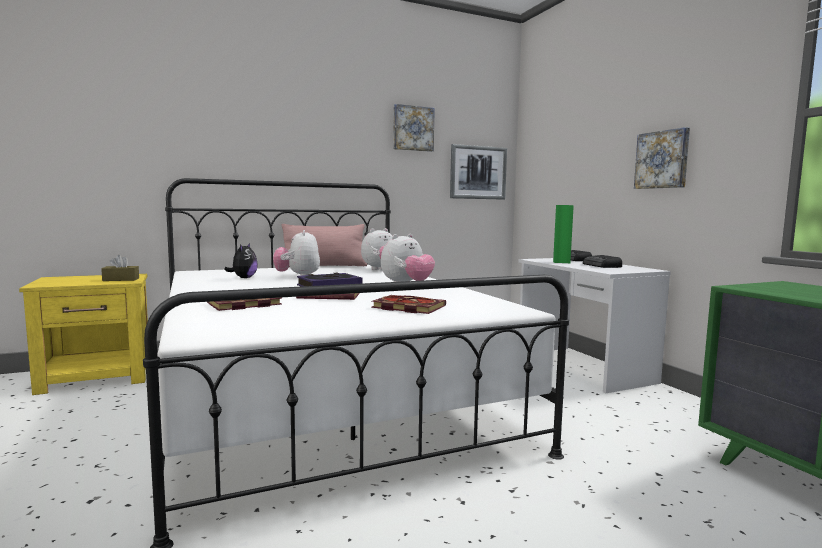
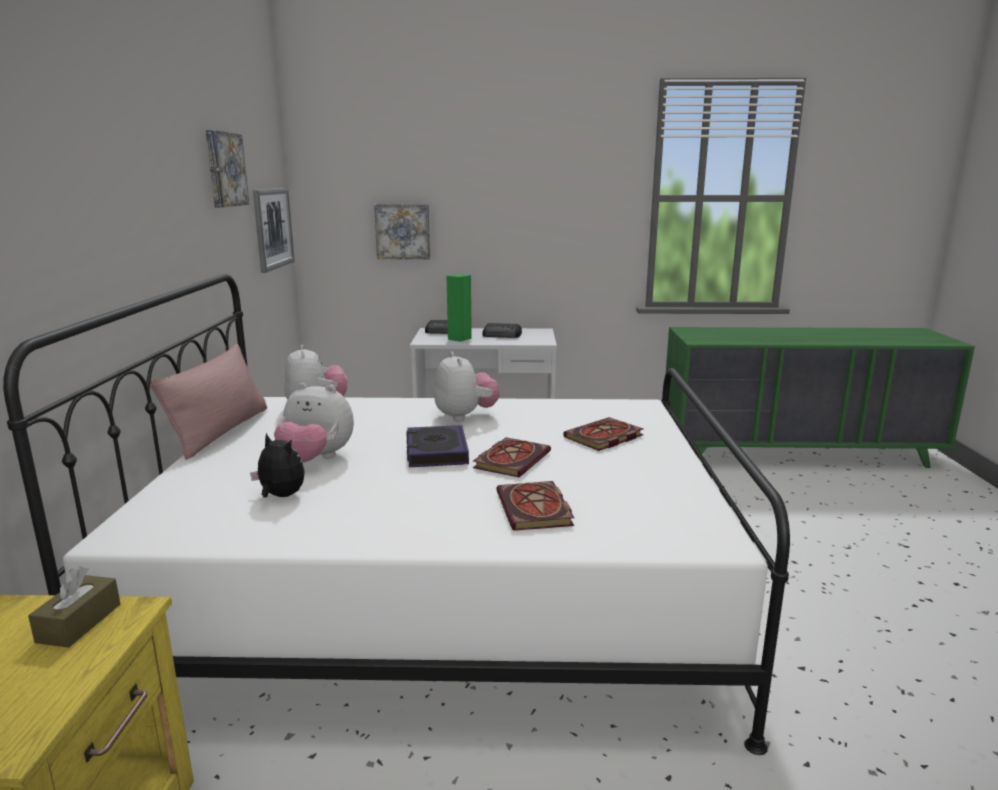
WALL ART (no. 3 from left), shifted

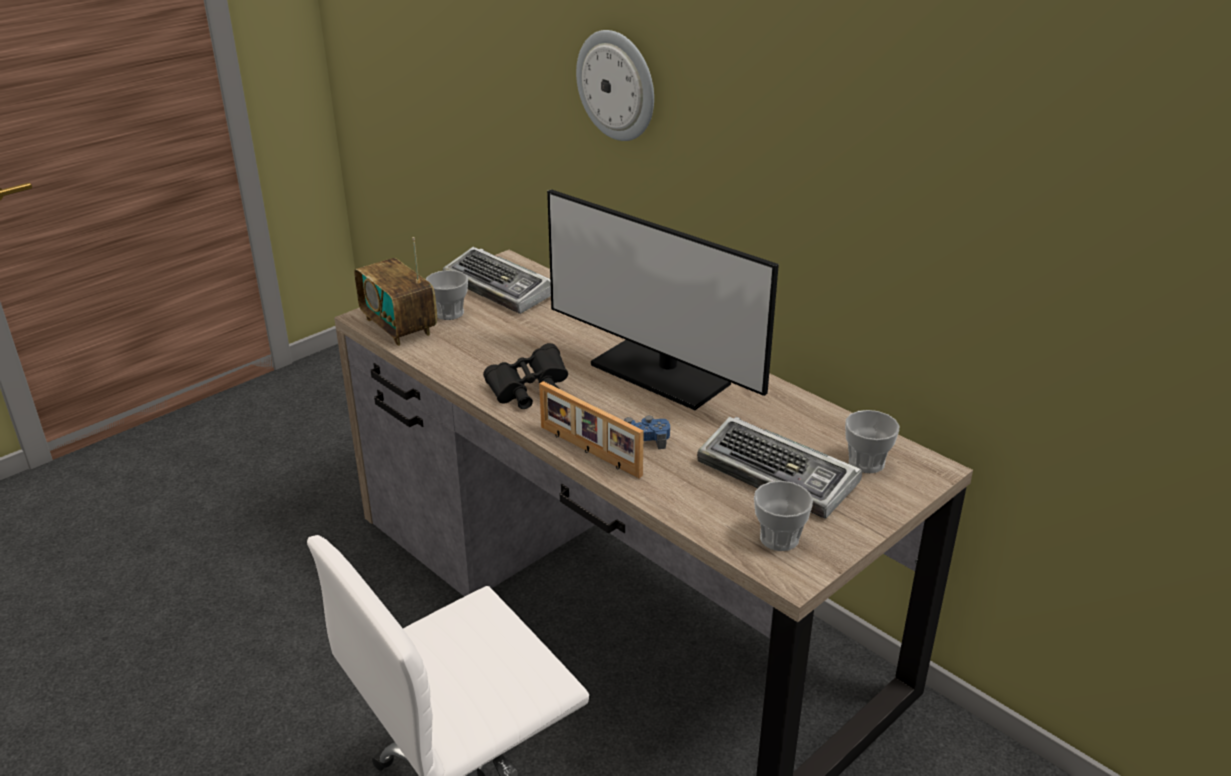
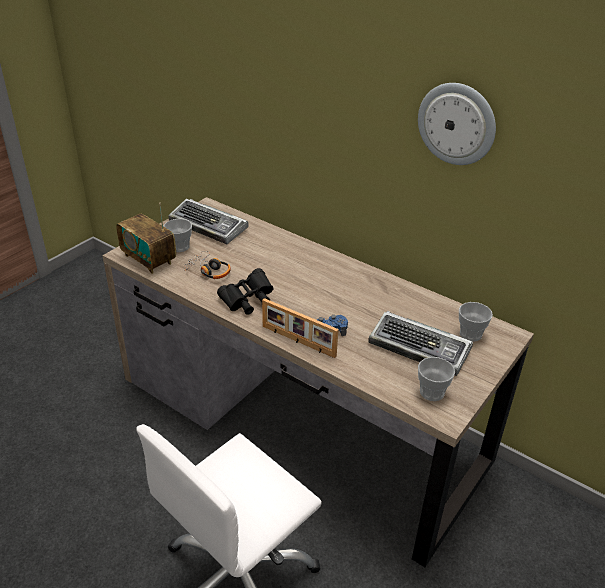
none -> HEADPHONES
CLOCK ON THE WALL, shifted
COMPUTER DISPLAY -> none

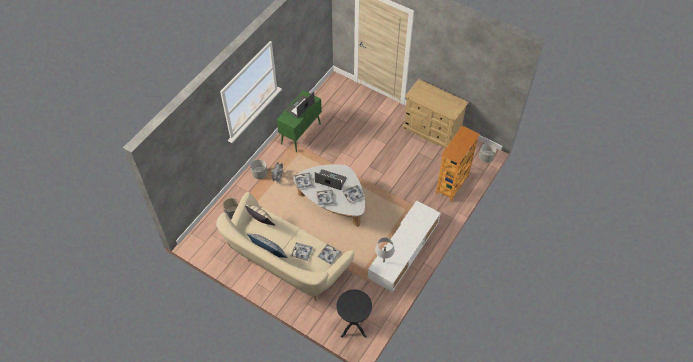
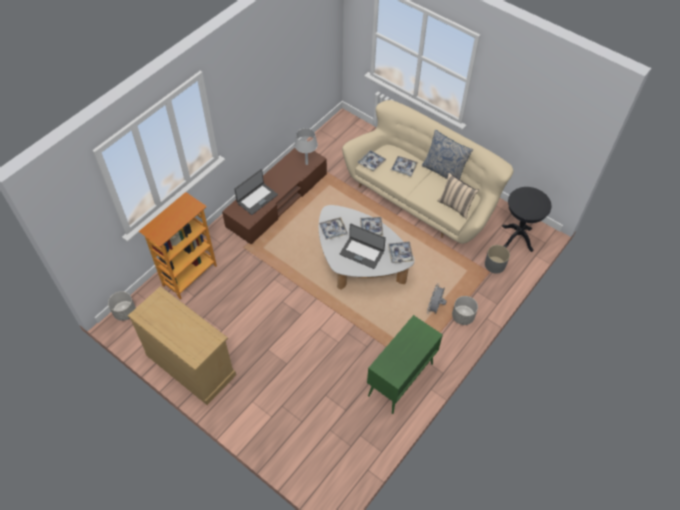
WHITE TV UNIT -> BROWN-COLOURED TV UNIT
NOTEBOOK COMPUTER (no. 1 from left), shifted
BLACKISH ACCENT TABLE, shifted

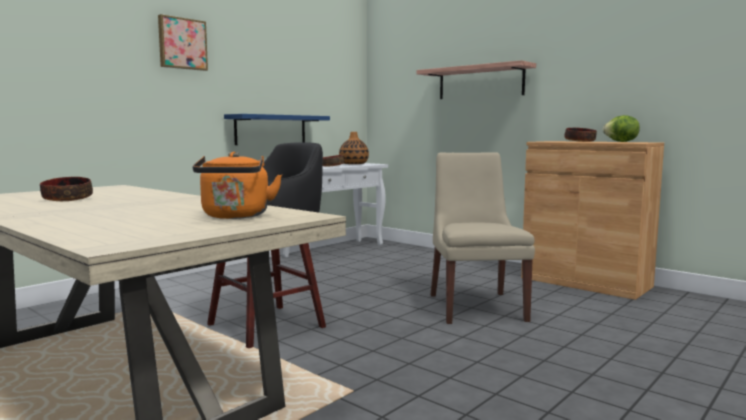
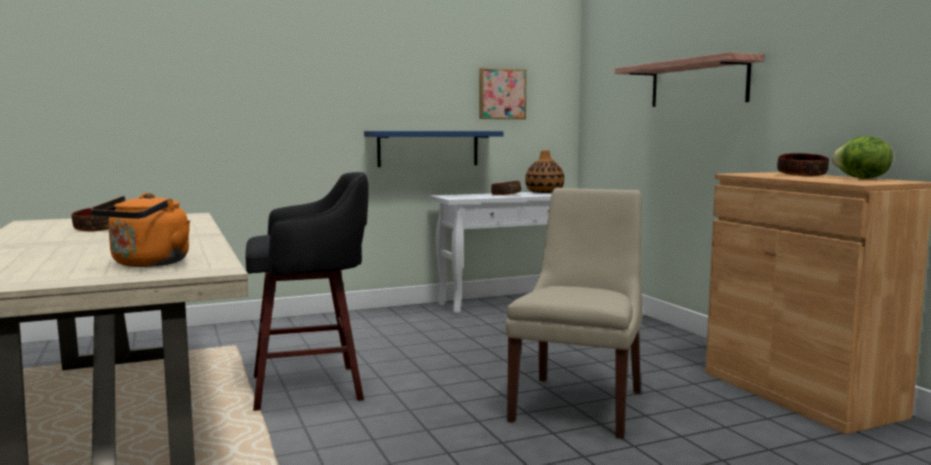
WALL ART, shifted

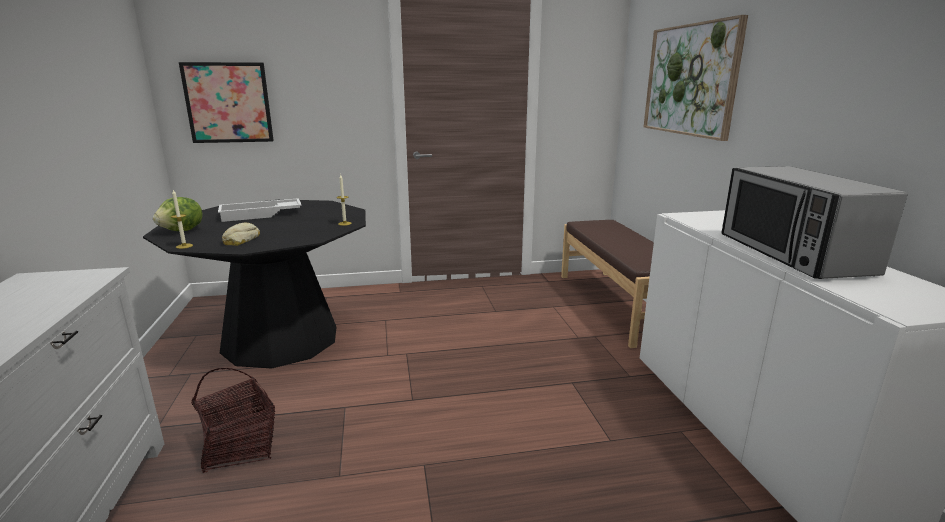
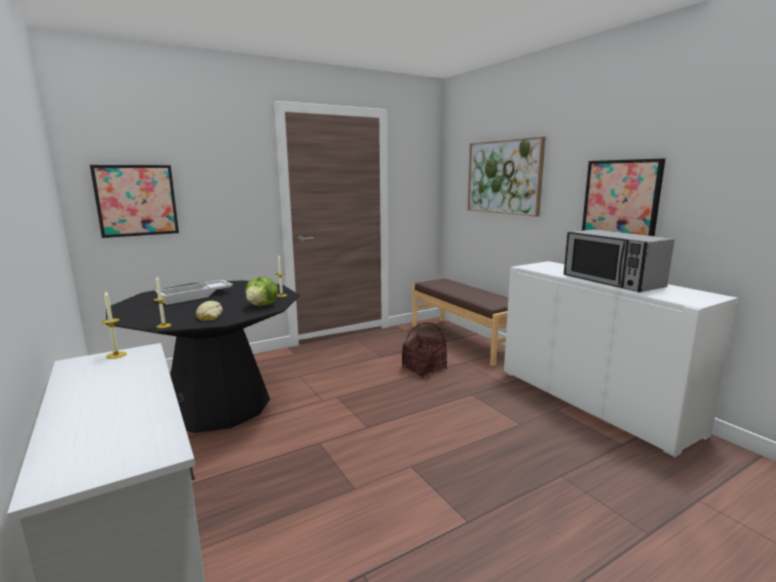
none -> WAX CANDLE (no. 1 from left)
HEAD OF LETTUCE, shifted
HOUSEHOLD BASKET, shifted
none -> WALL ART (no. 3 from left)

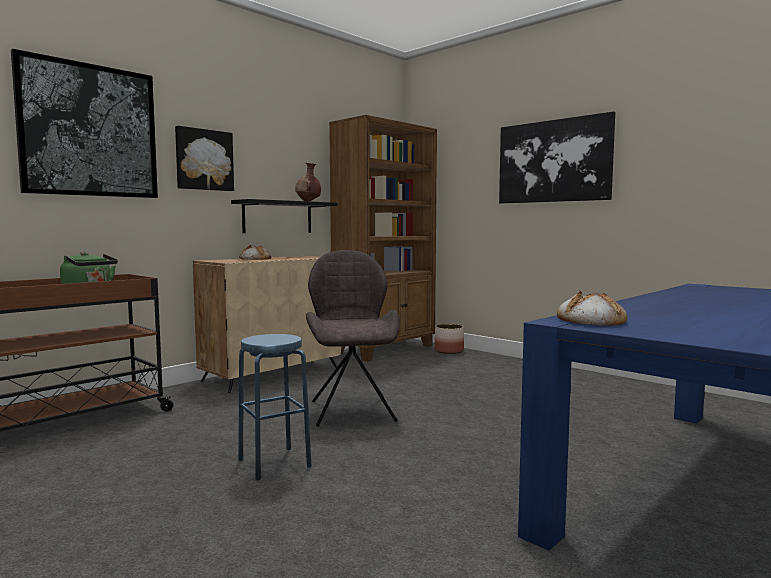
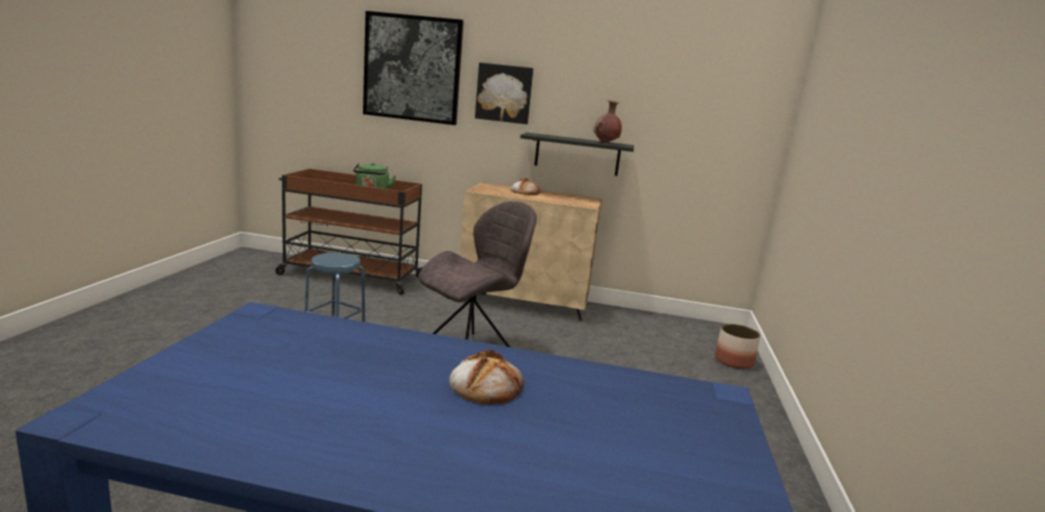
BAKED BREAD (no. 2 from left in the first image) -> BAKED BREAD (no. 1 from left), shifted
BROWN-COLOURED BOOKCASE -> none
WALL ART (no. 3 from left) -> none

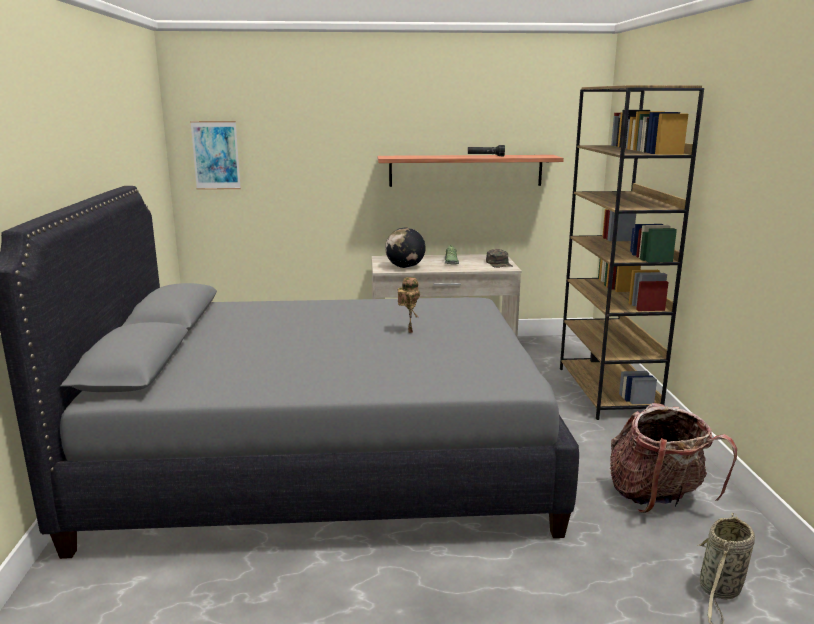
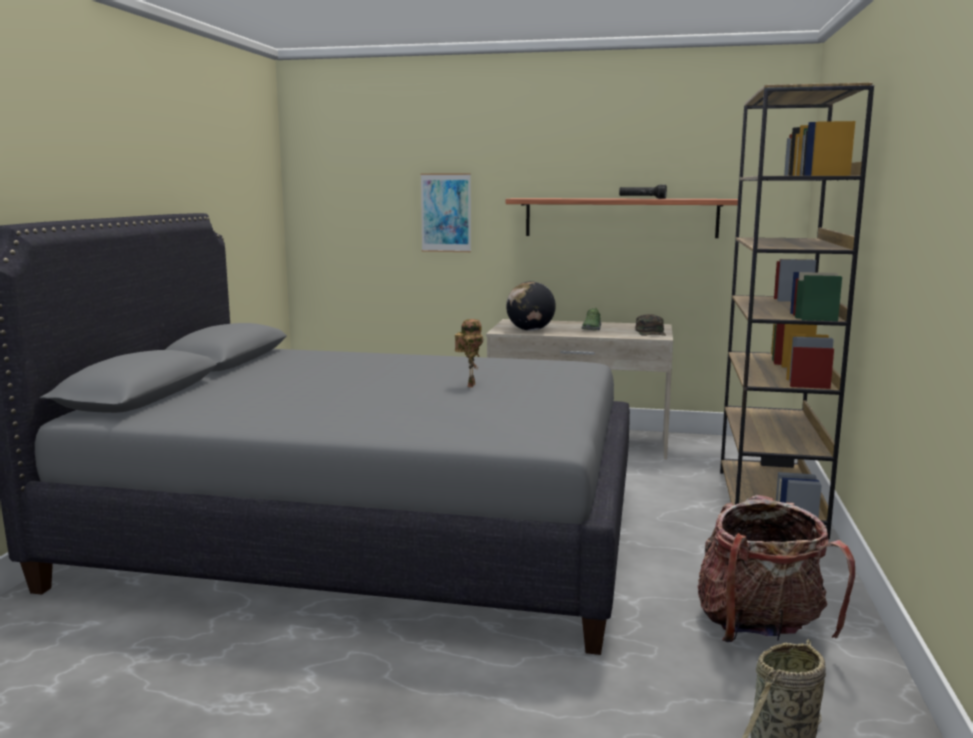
WALL ART, shifted

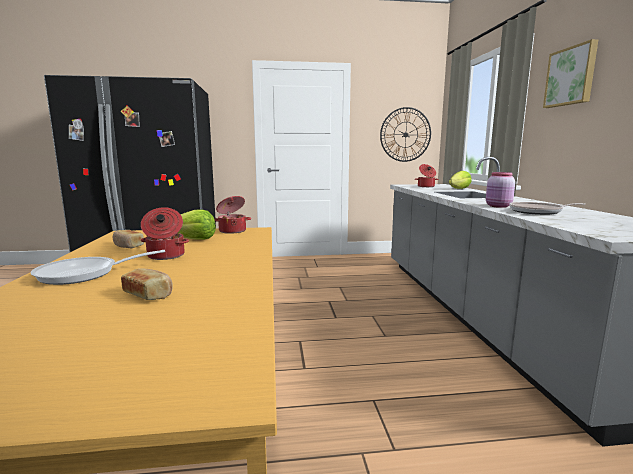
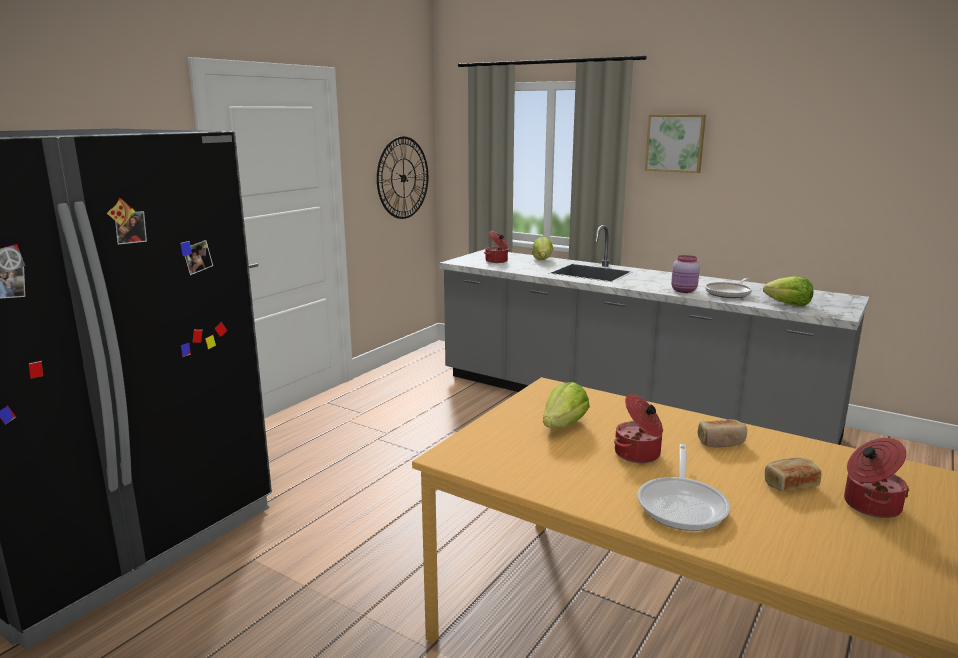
BAKED BREAD (no. 1 from left), shifted
none -> HEAD OF LETTUCE (no. 3 from left)
SAUCEPOT (no. 2 from left in the first image) -> SAUCEPOT (no. 3 from left), shifted

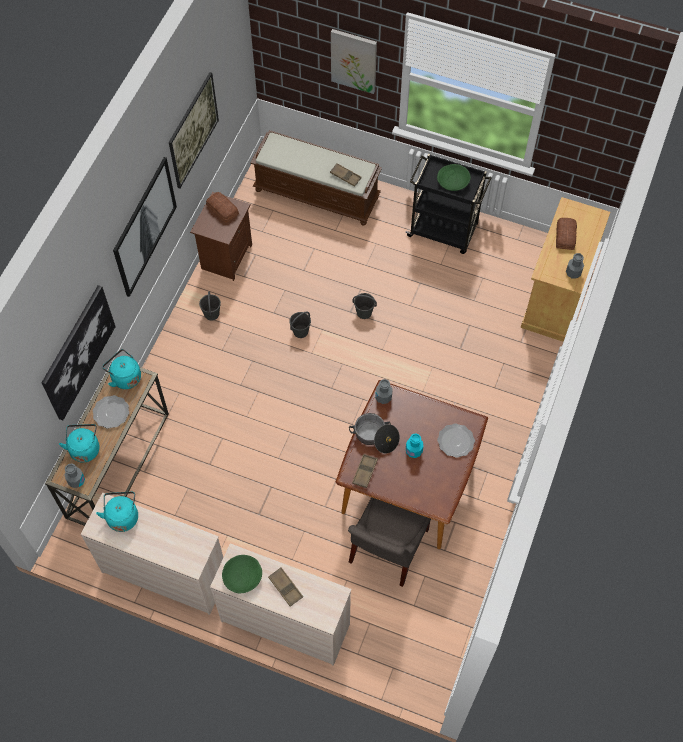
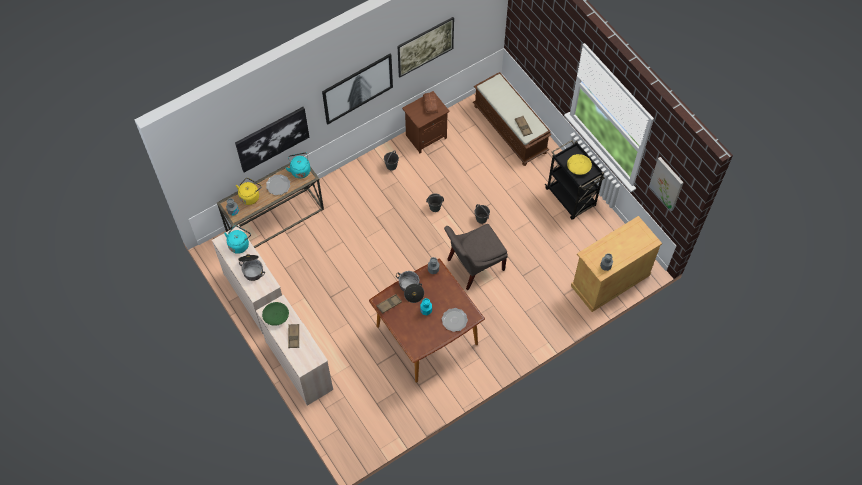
TURQUOISE-COLOURED WATER KETTLE (no. 1 from left) -> YELLOWISH WATER KETTLE
none -> SAUCEPOT (no. 1 from left)
GREY UPRIGHT CHAIR, shifted
GREEN DEEP DISH (no. 2 from left) -> YELLOWISH DEEP DISH
WALL ART (no. 4 from left), shifted
BAKED BREAD (no. 2 from left) -> none

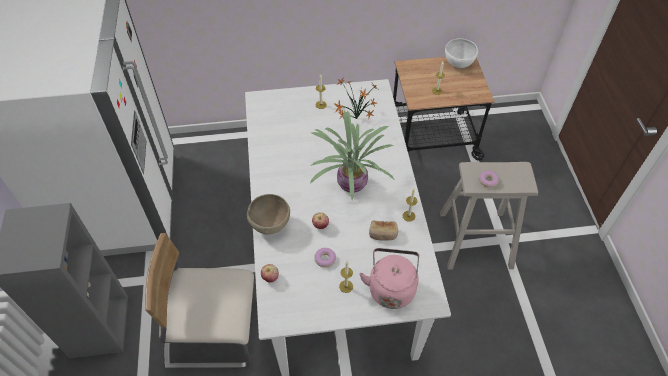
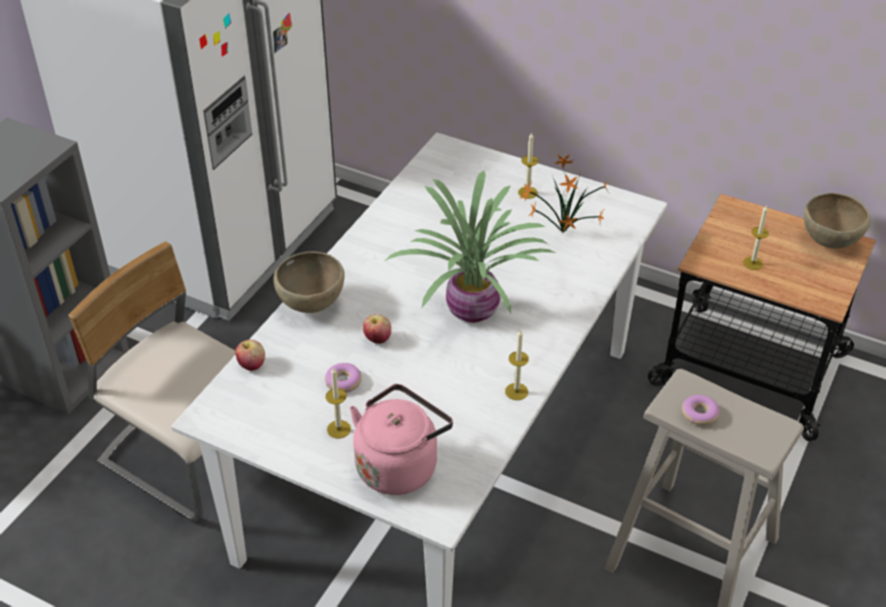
WHITE DEEP DISH -> BROWN-COLOURED DEEP DISH (no. 2 from left)
BAKED BREAD -> none

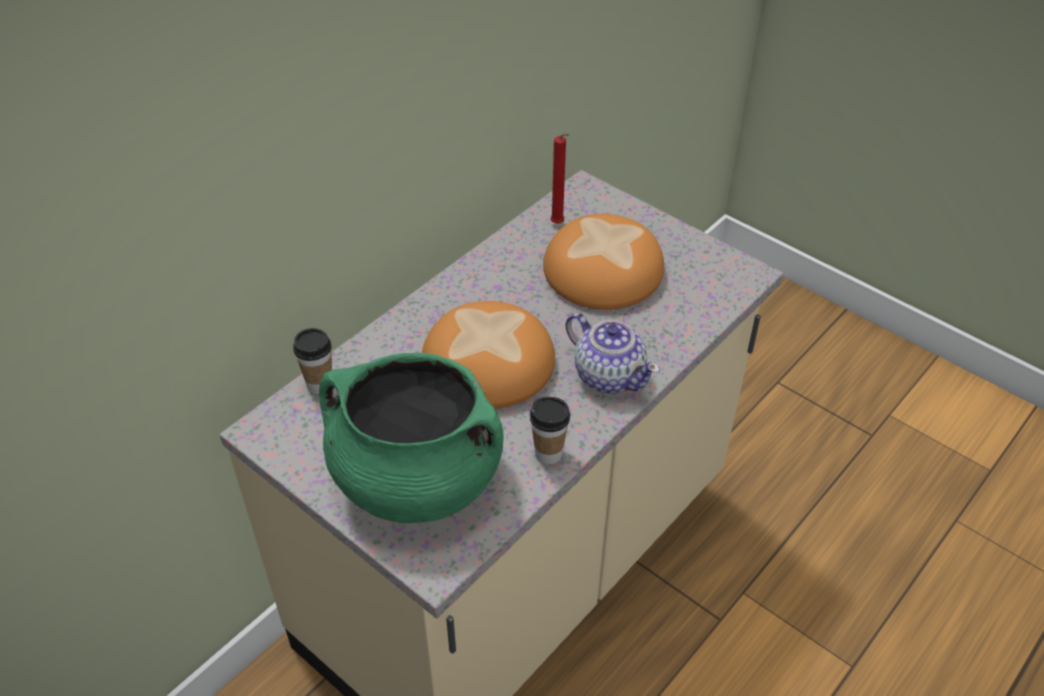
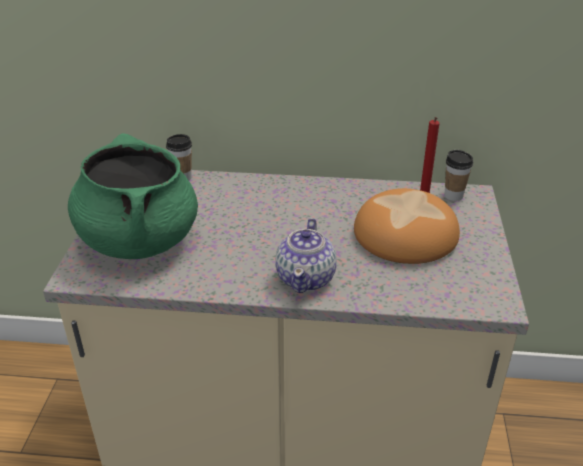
DRINKING CUP (no. 2 from left), shifted
BAKED BREAD (no. 1 from left) -> none

